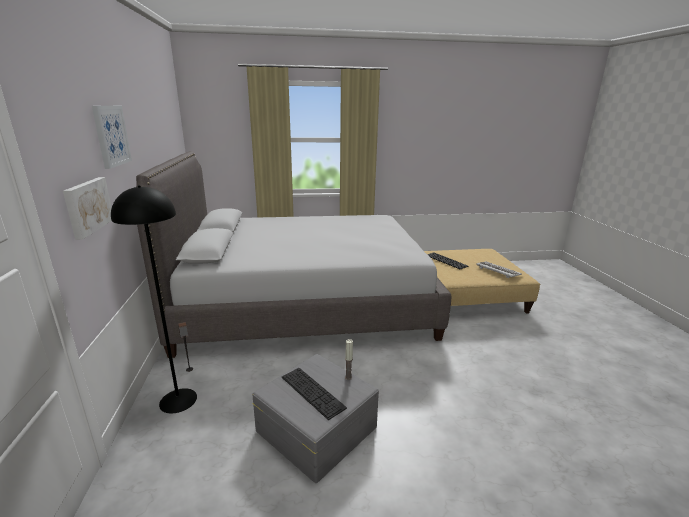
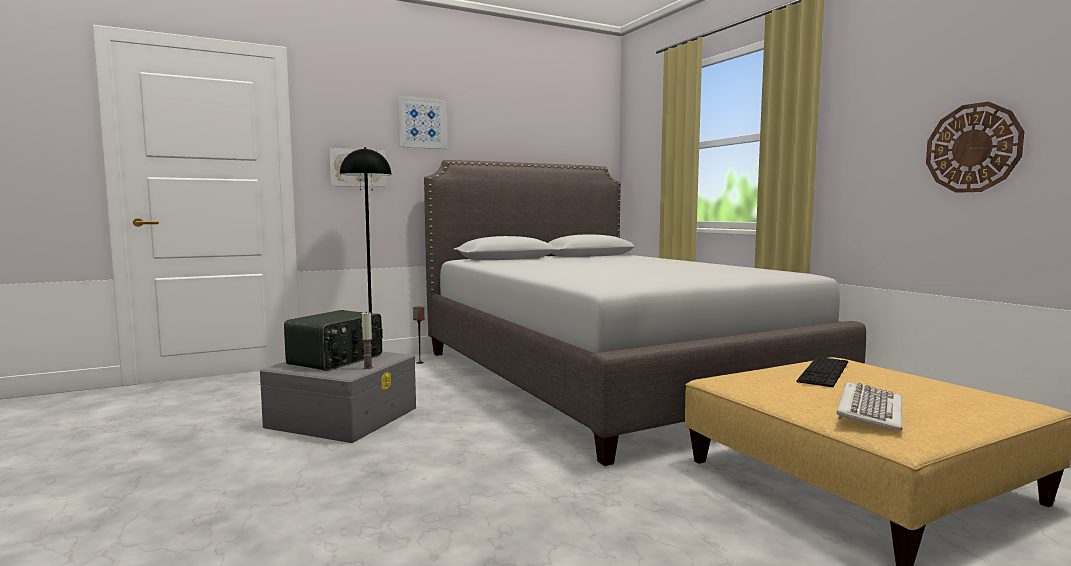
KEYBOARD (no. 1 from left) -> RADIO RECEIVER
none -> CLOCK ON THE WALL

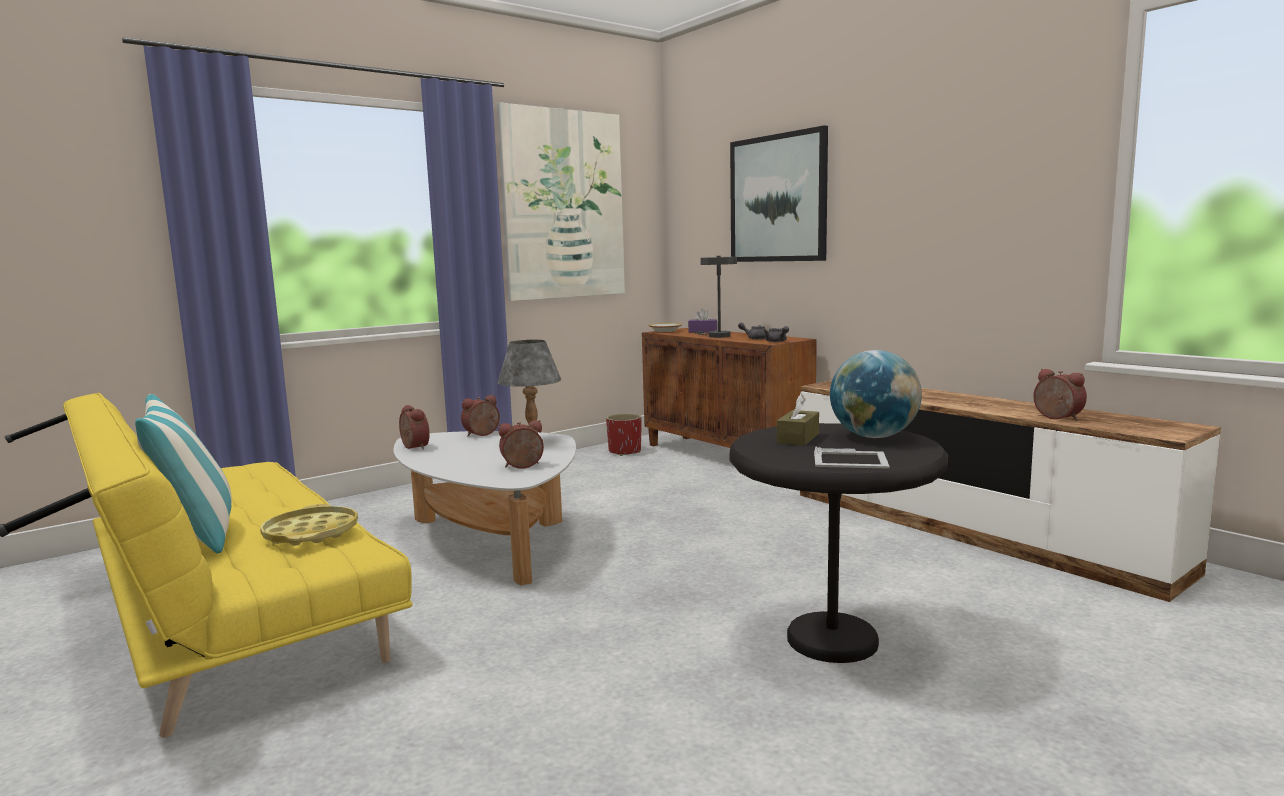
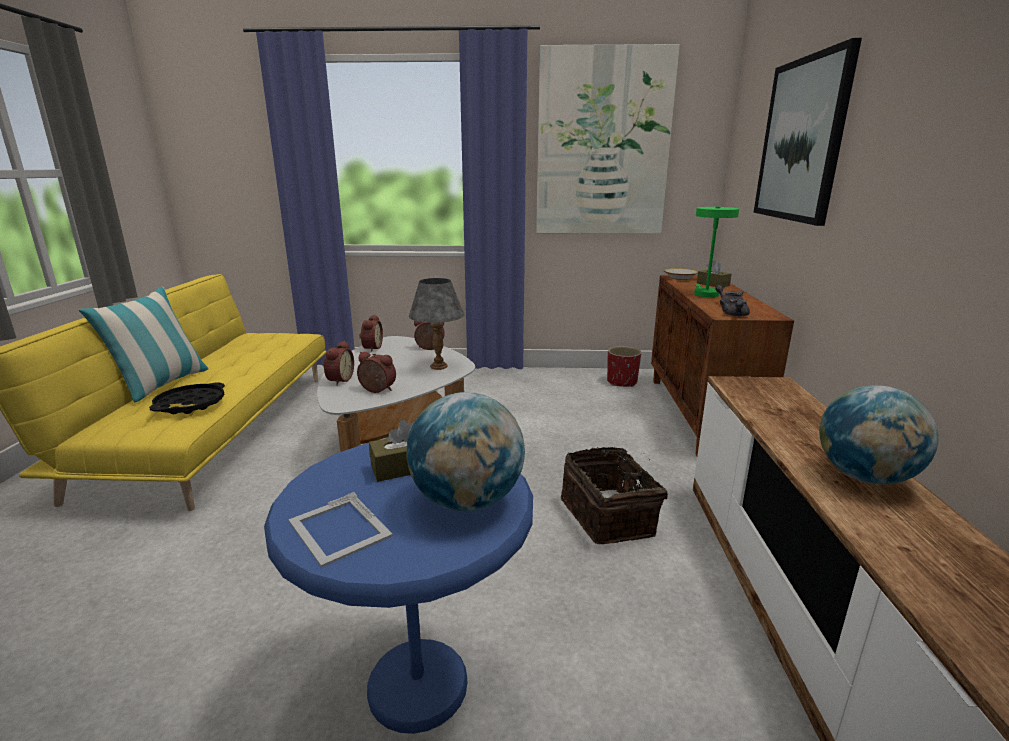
YELLOWISH SERVING TRAY -> BLACKISH SERVING TRAY
BLACKISH ACCENT TABLE -> BLUE ACCENT TABLE
ALARM CLOCK (no. 4 from left in the first image) -> ALARM CLOCK (no. 1 from left), shifted
none -> HOUSEHOLD BASKET
GREY TABLETOP LAMP (no. 2 from left) -> GREEN TABLETOP LAMP
PURPLE-COLOURED BOX OF TISSUES -> BROWN-COLOURED BOX OF TISSUES (no. 2 from left)
none -> DESK GLOBE (no. 2 from left)

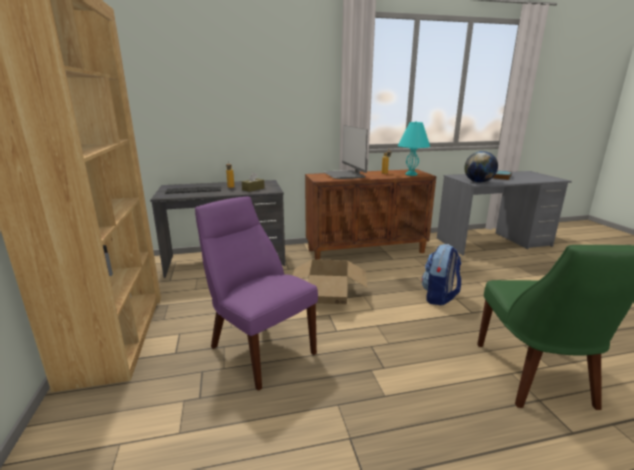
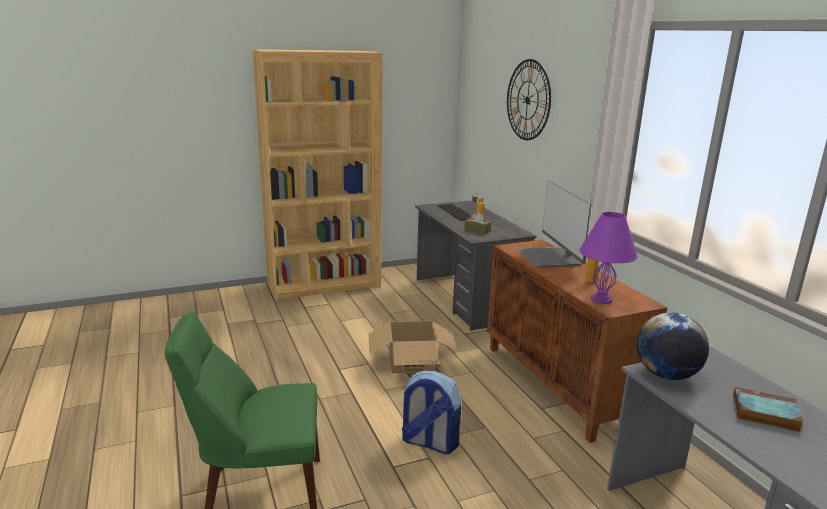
none -> CLOCK ON THE WALL
COMPUTER DISPLAY, 75 degrees counterclockwise
TURQUOISE-COLOURED TABLETOP LAMP -> PURPLE-COLOURED TABLETOP LAMP
PURPLE-COLOURED UPRIGHT CHAIR -> none

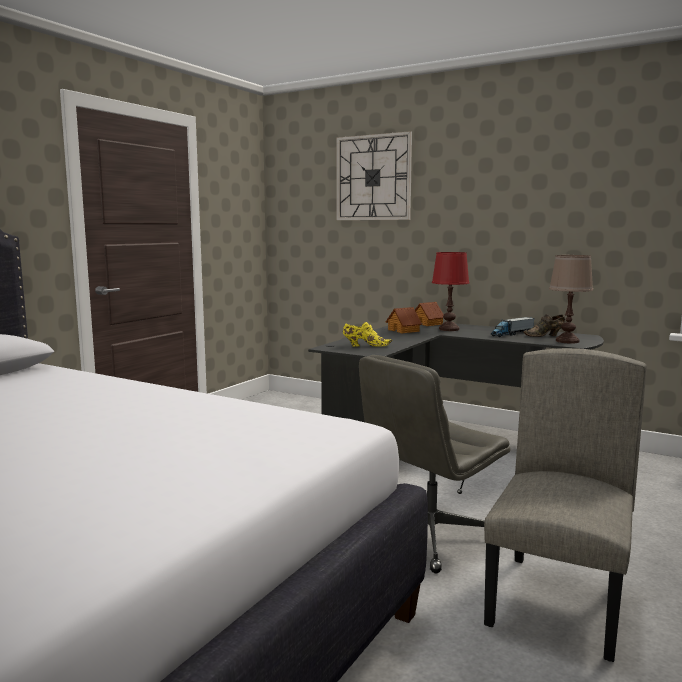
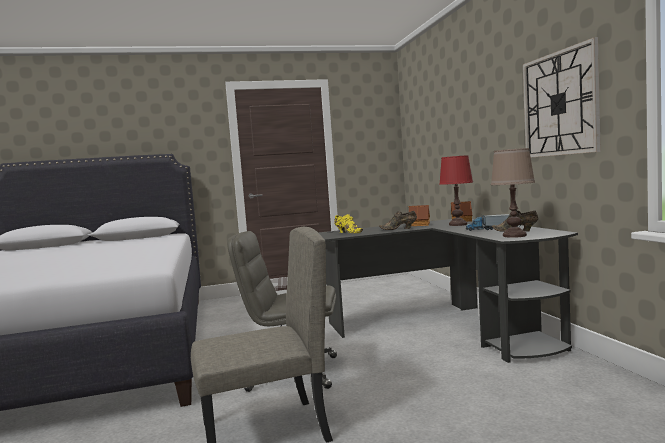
none -> BROWN-COLOURED ITEM OF FOOTWEAR (no. 1 from left)
CLOCK ON THE WALL, shifted

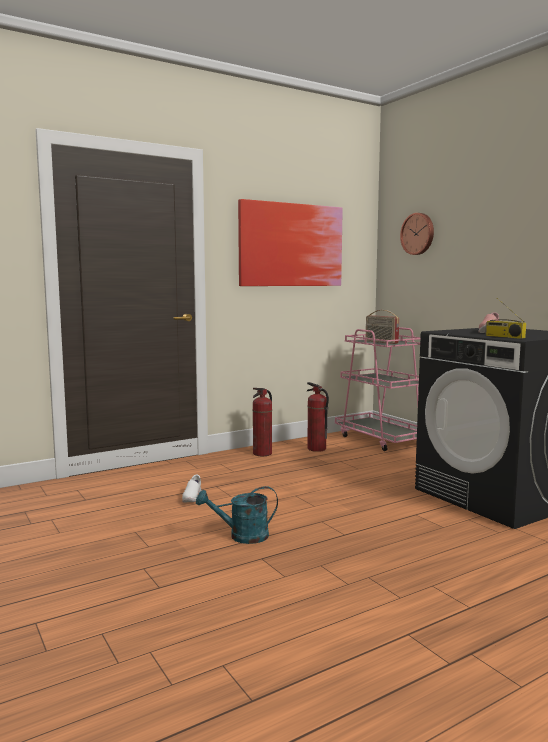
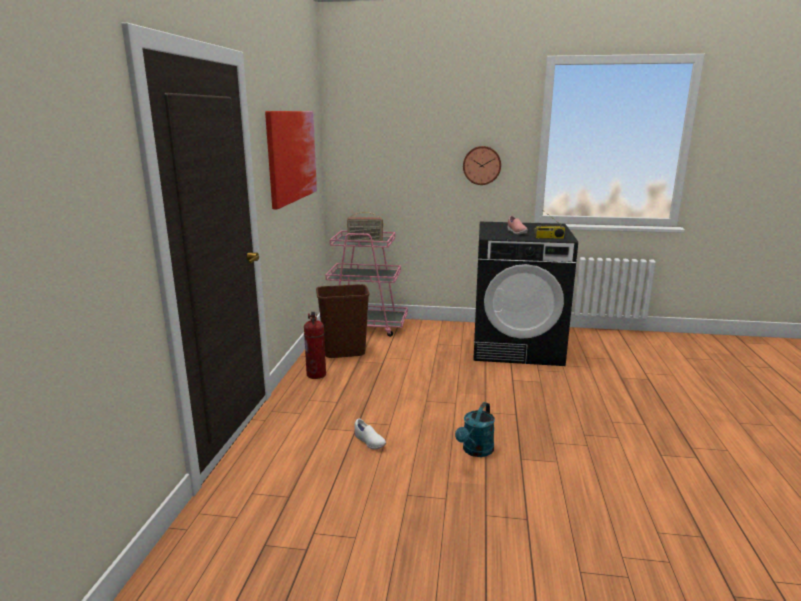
EXTINGUISHER (no. 2 from left) -> BROWN-COLOURED WASTE BIN
CLOCK ON THE WALL, shifted

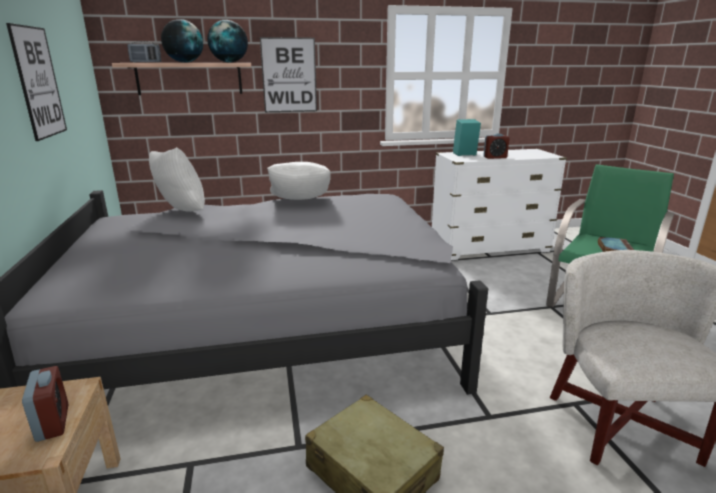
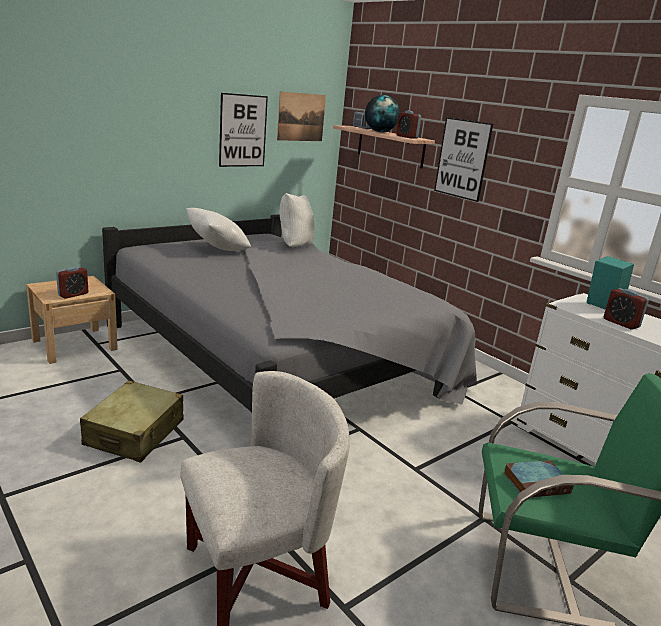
WHITE THROW PILLOW (no. 2 from left in the first image) -> WHITE THROW PILLOW (no. 1 from left), shifted
none -> WALL ART (no. 2 from left)
DESK GLOBE (no. 2 from left) -> ALARM CLOCK (no. 2 from left)

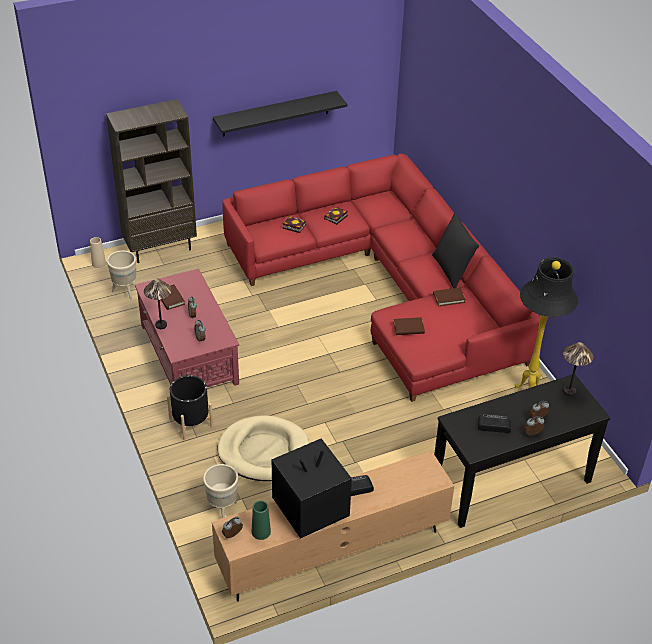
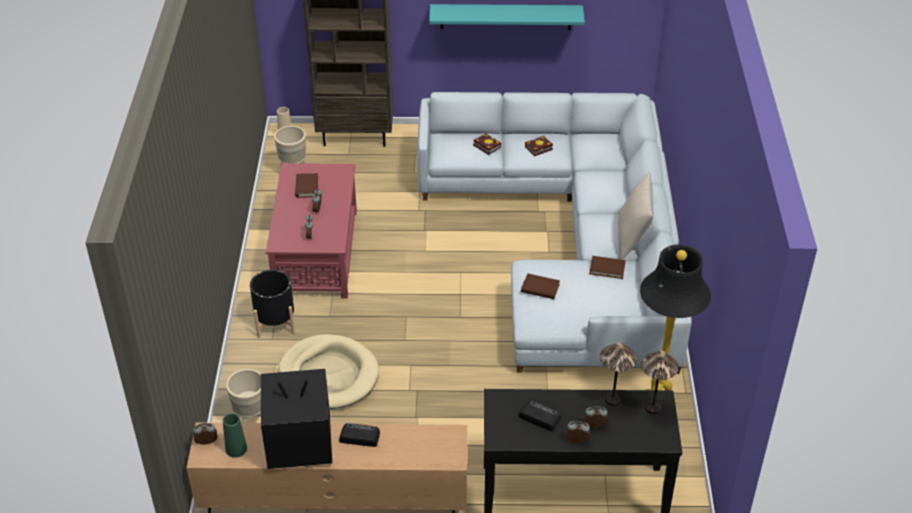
RED-COLOURED SETTEE -> GREY SETTEE
BLACKISH SHELF -> TURQUOISE-COLOURED SHELF
TABLETOP LAMP (no. 1 from left), shifted
BLACKISH THROW PILLOW -> BEIGE THROW PILLOW

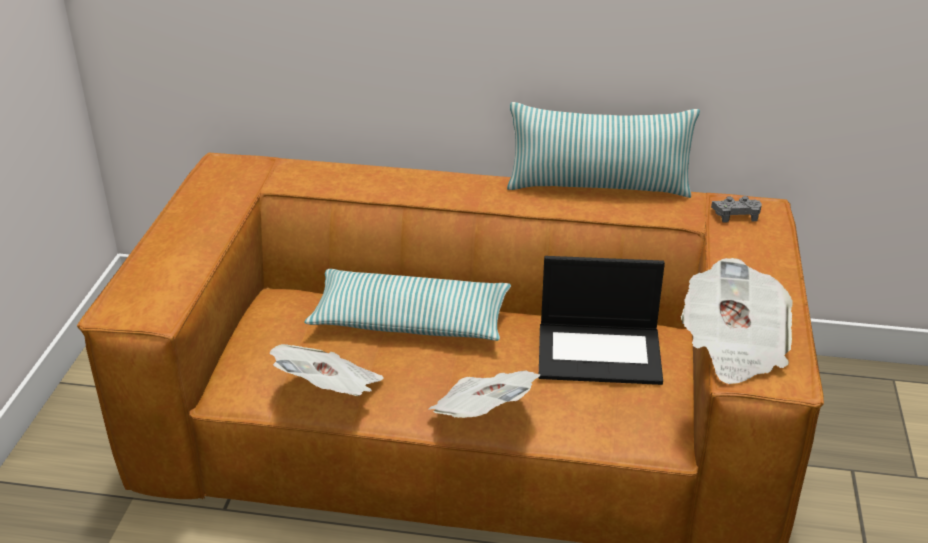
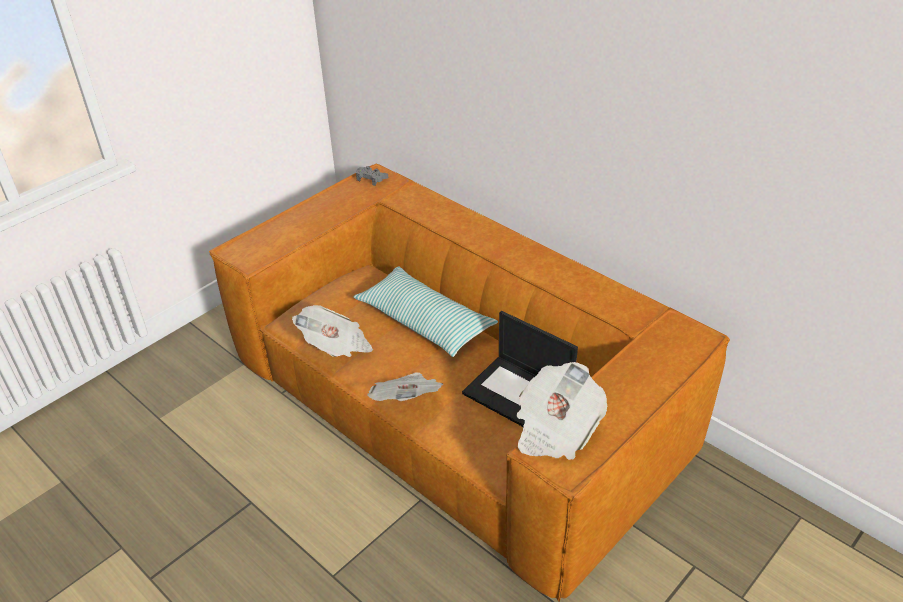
GREY GAME CONTROLLER, shifted
THROW PILLOW (no. 2 from left) -> none

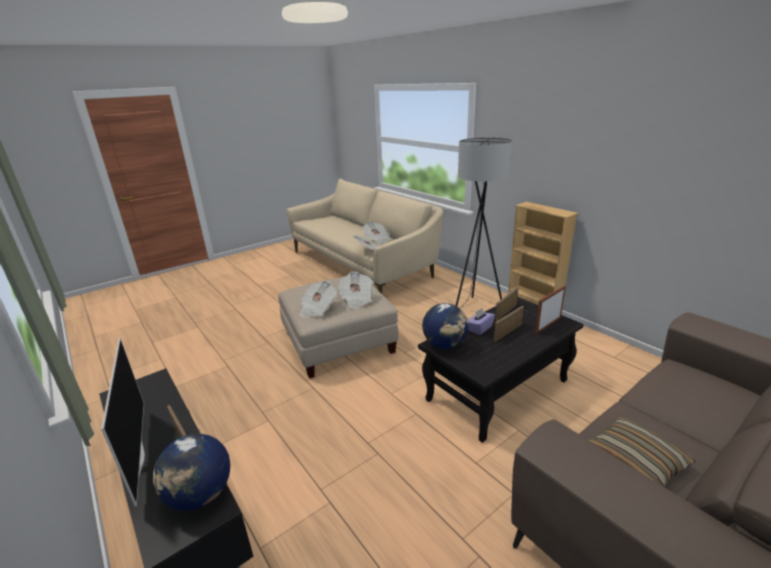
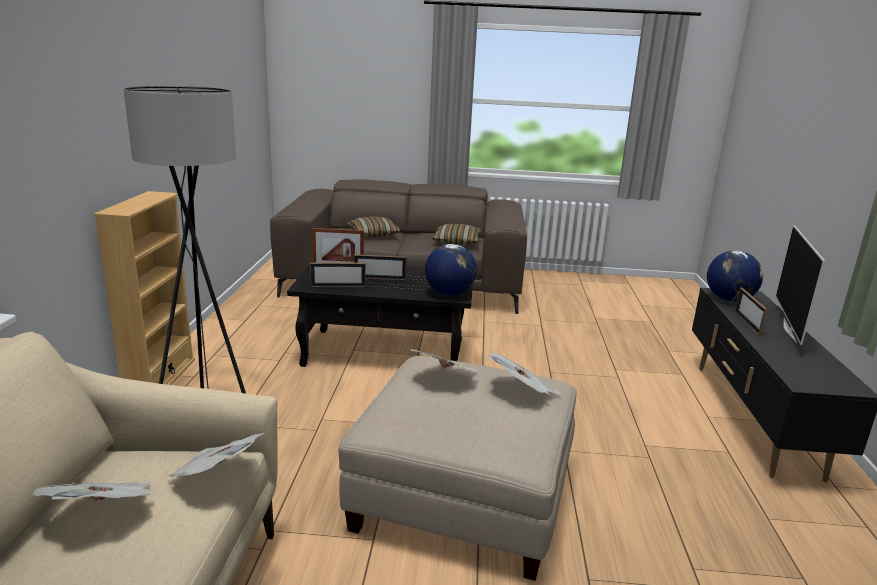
none -> THROW PILLOW (no. 1 from left)
PURPLE-COLOURED BOX OF TISSUES -> none

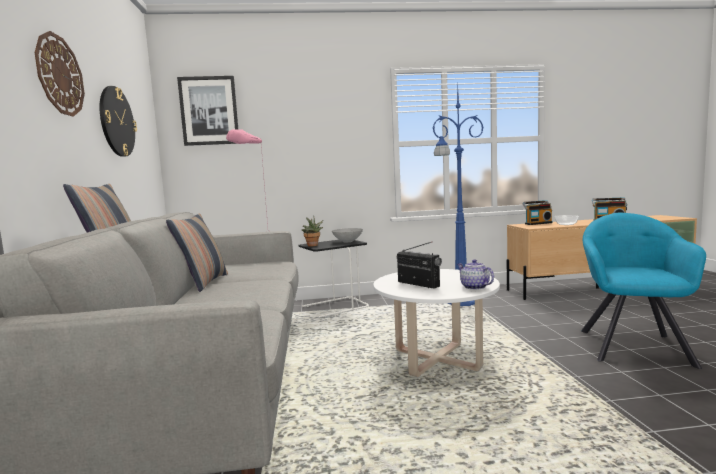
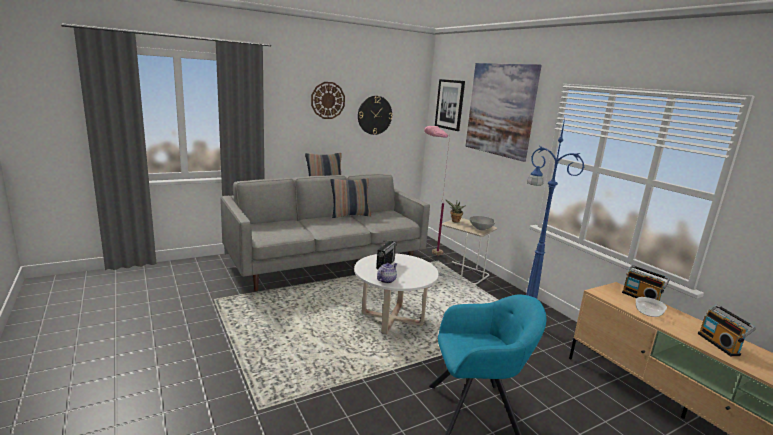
BLACKISH ACCENT TABLE -> BEIGE ACCENT TABLE
none -> WALL ART (no. 2 from left)

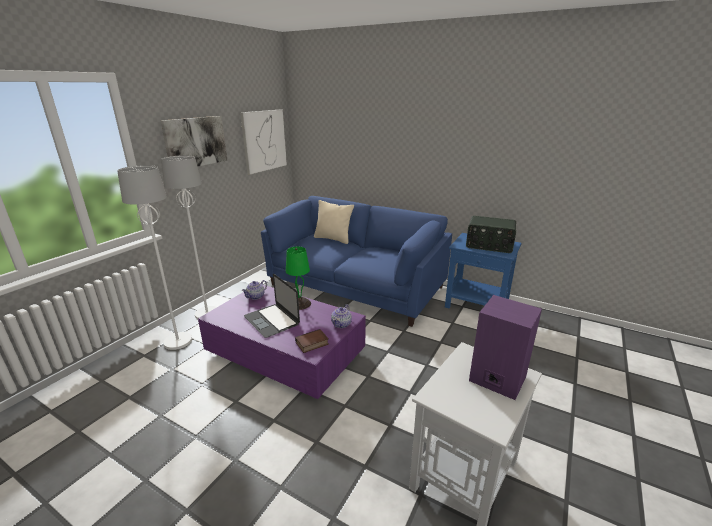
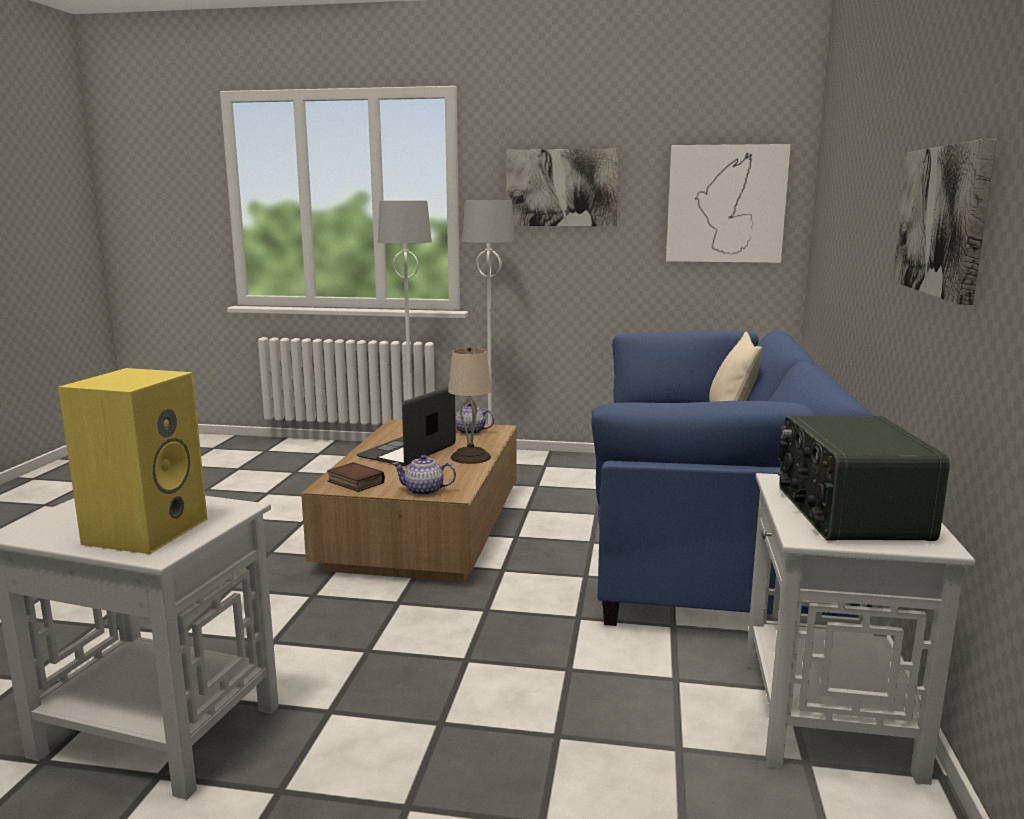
PURPLE-COLOURED SPEAKER -> YELLOWISH SPEAKER
PURPLE-COLOURED LOW TABLE -> BROWN-COLOURED LOW TABLE
GREEN TABLETOP LAMP -> BEIGE TABLETOP LAMP
BLUE ACCENT TABLE -> WHITE ACCENT TABLE (no. 2 from left)
none -> WALL ART (no. 3 from left)

